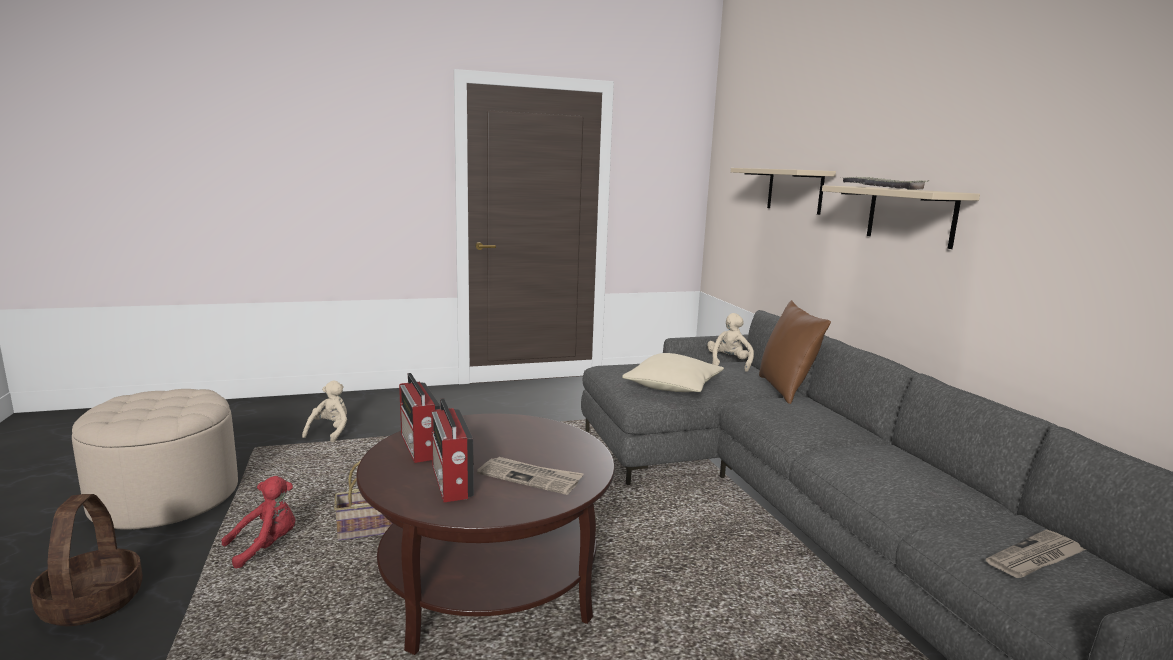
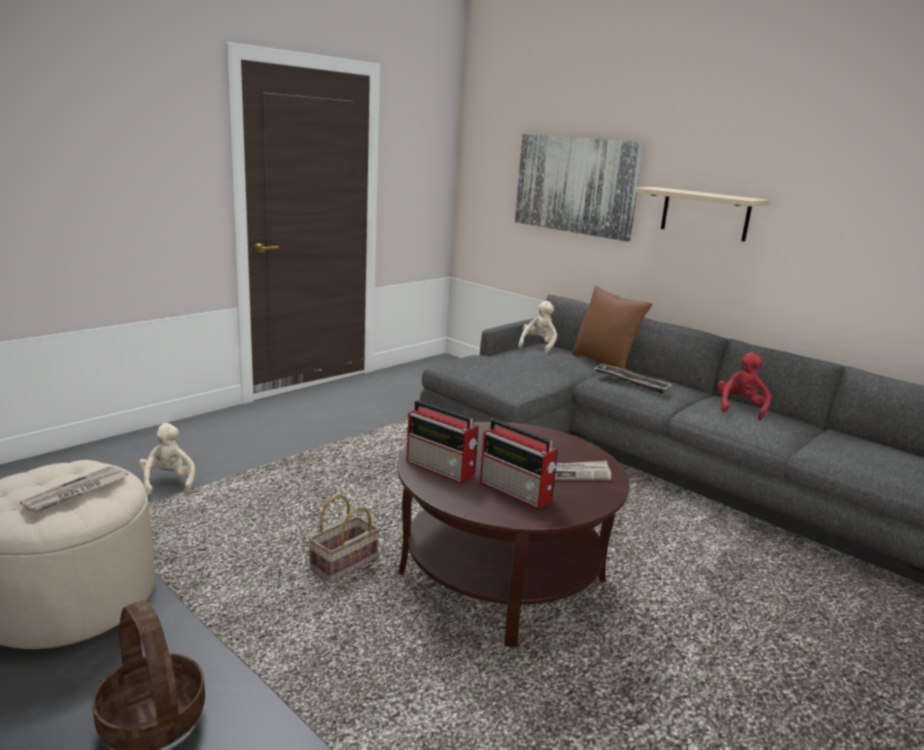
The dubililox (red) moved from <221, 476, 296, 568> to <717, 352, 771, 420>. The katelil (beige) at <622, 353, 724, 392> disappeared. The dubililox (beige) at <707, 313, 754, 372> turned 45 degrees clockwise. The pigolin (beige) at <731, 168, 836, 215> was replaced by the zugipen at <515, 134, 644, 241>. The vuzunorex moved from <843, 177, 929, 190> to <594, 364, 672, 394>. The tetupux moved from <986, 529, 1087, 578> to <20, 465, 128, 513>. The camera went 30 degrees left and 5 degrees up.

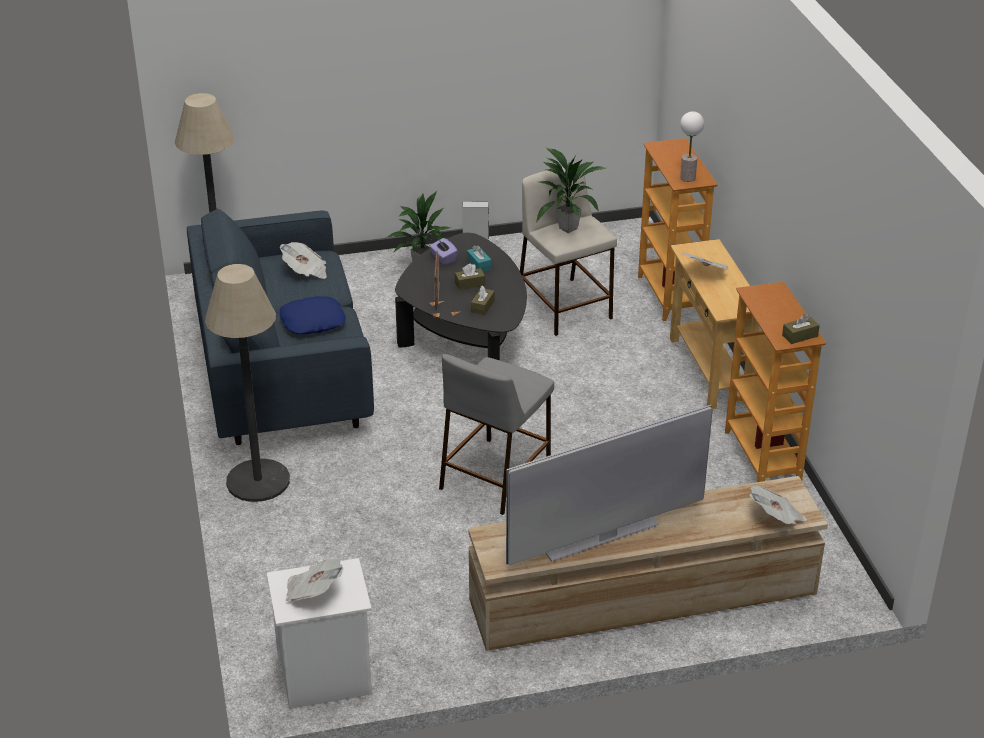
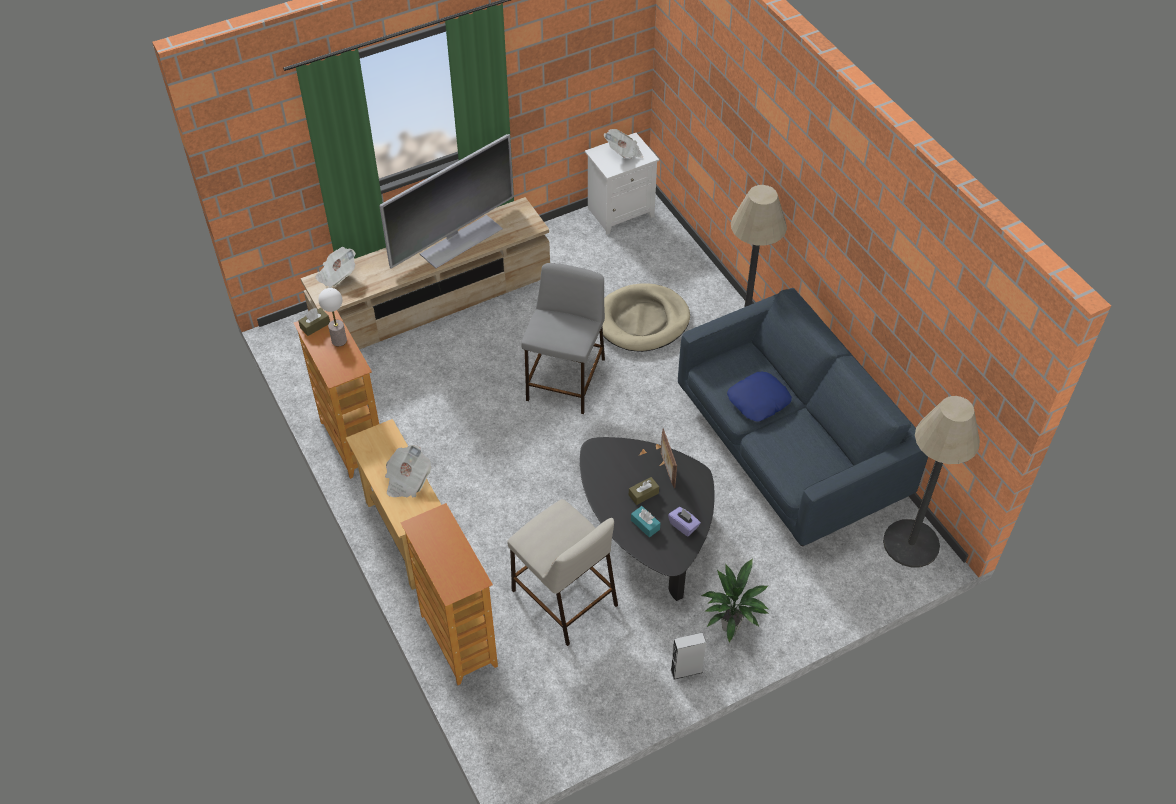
The tetupux at <280, 242, 326, 279> disappeared. The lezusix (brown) at <471, 286, 495, 315> disappeared. The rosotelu at <536, 147, 606, 233> disappeared. The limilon moved from <680, 111, 704, 182> to <319, 288, 347, 346>. The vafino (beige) at <602, 283, 690, 352> appeared. The camera went 165 degrees right and 15 degrees up.

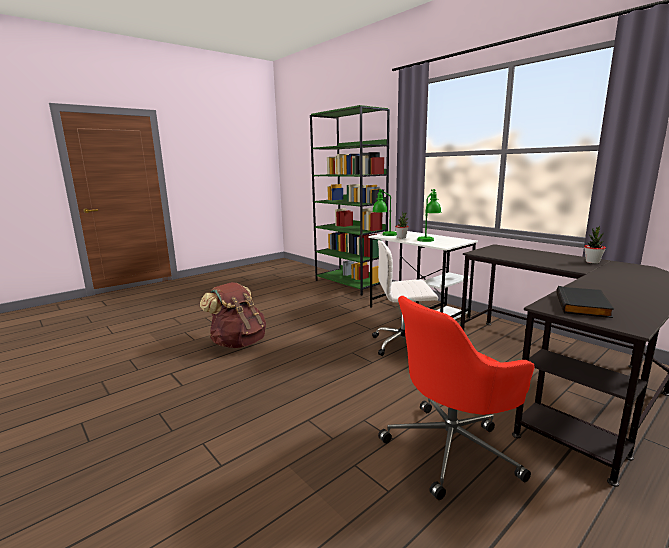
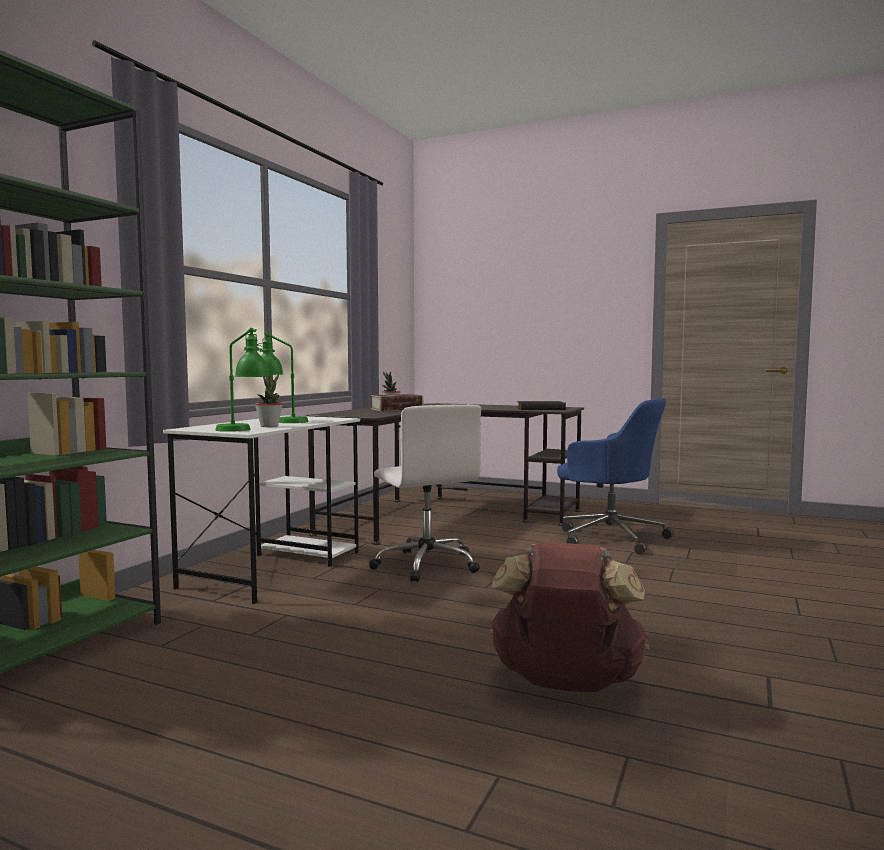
The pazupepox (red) at <378, 296, 534, 500> became the pazupepox (blue) at <557, 398, 673, 555>. The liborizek at <371, 394, 424, 411> appeared. The camera went 115 degrees left and 10 degrees down.

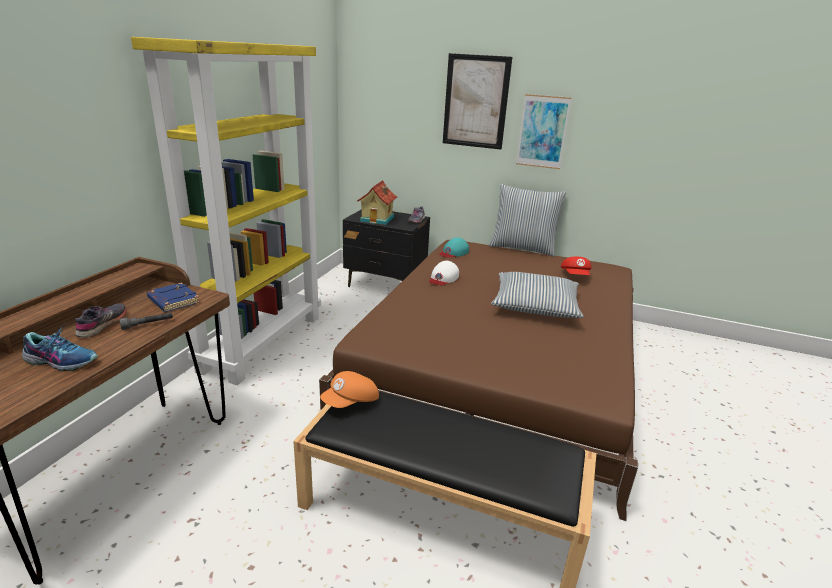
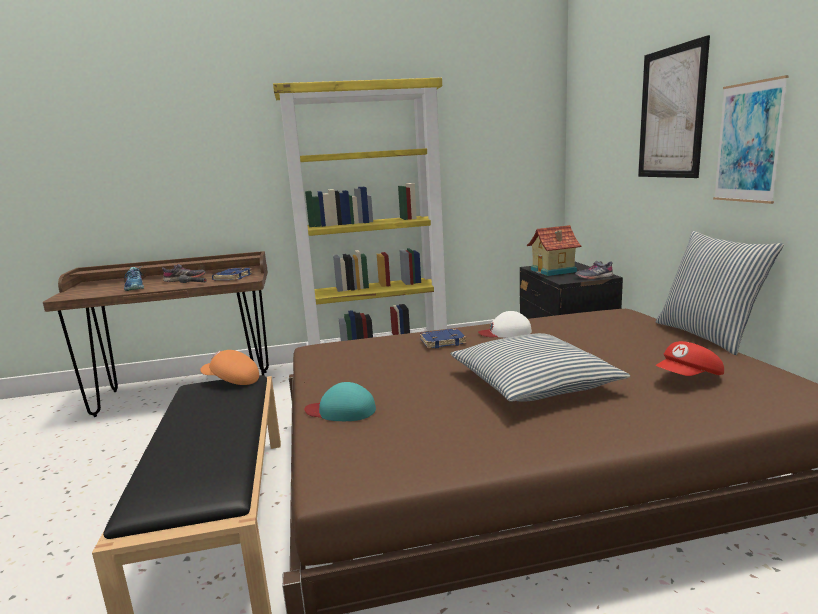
The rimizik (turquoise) moved from <439, 237, 469, 258> to <305, 382, 376, 421>. The liborizek (blue) at <420, 328, 467, 349> appeared. The camera went 60 degrees right and 10 degrees down.

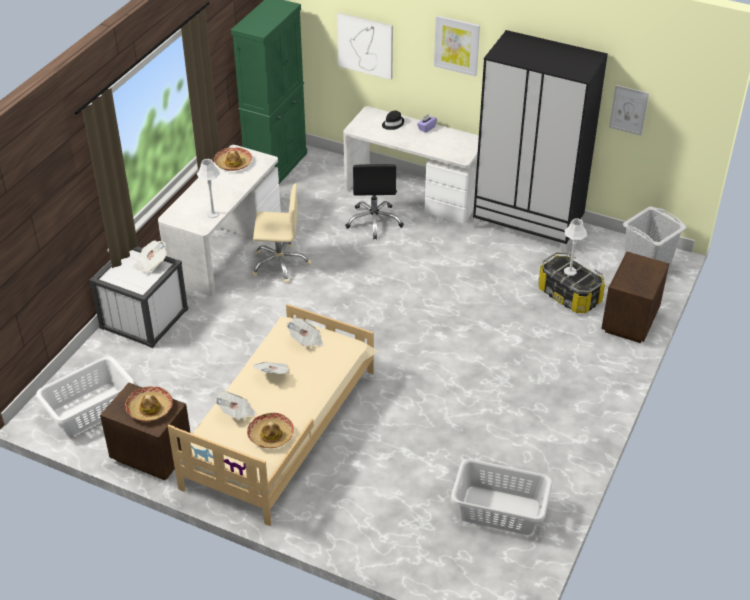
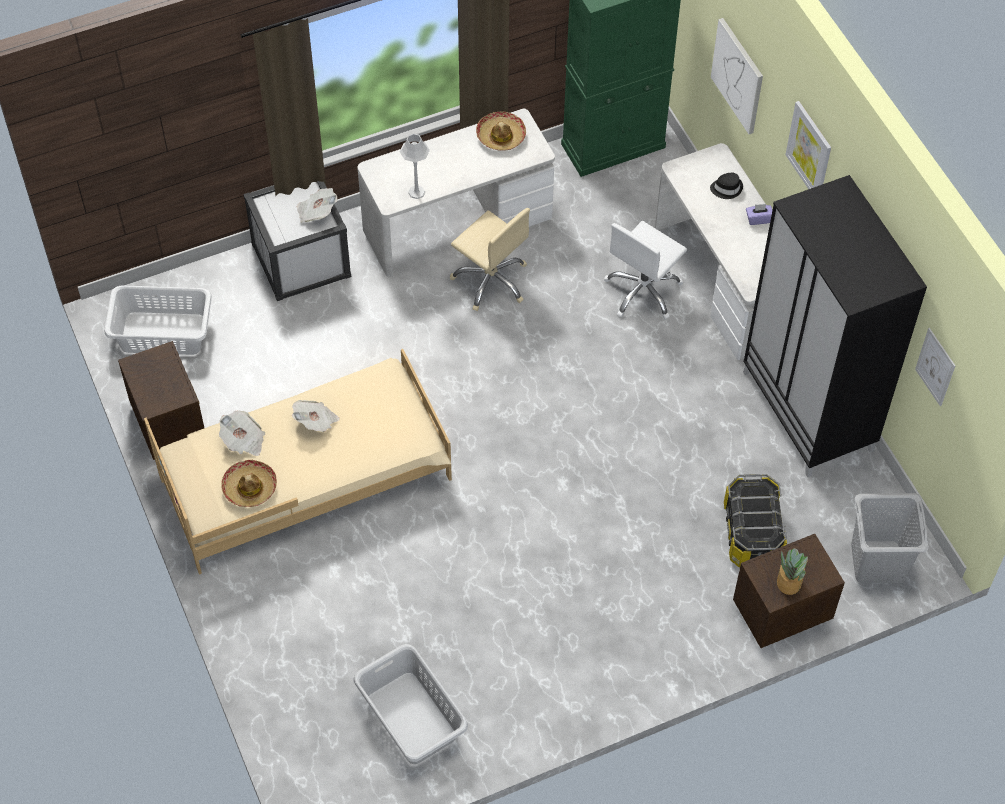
The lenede at <125, 386, 173, 421> disappeared. The tetupux at <287, 318, 323, 347> disappeared. The pazupepox (black) at <345, 164, 404, 240> became the pazupepox (white) at <604, 221, 687, 319>. The limilon (grey) at <564, 219, 587, 276> disappeared. The rosotelu at <777, 548, 808, 595> appeared. The camera went 40 degrees right and 15 degrees up.

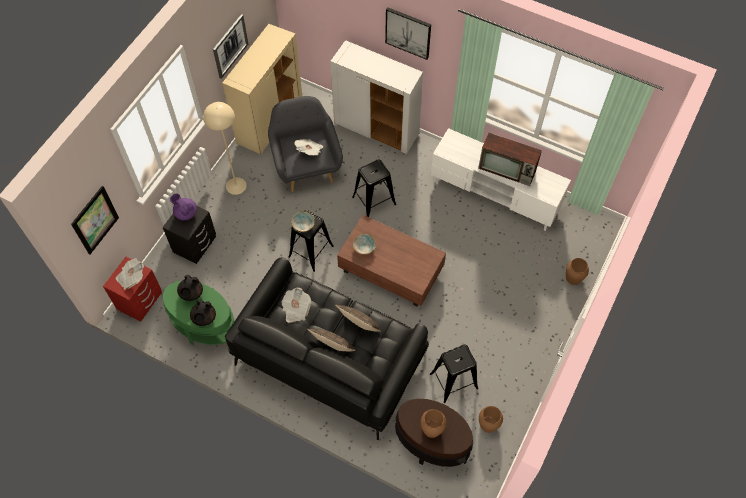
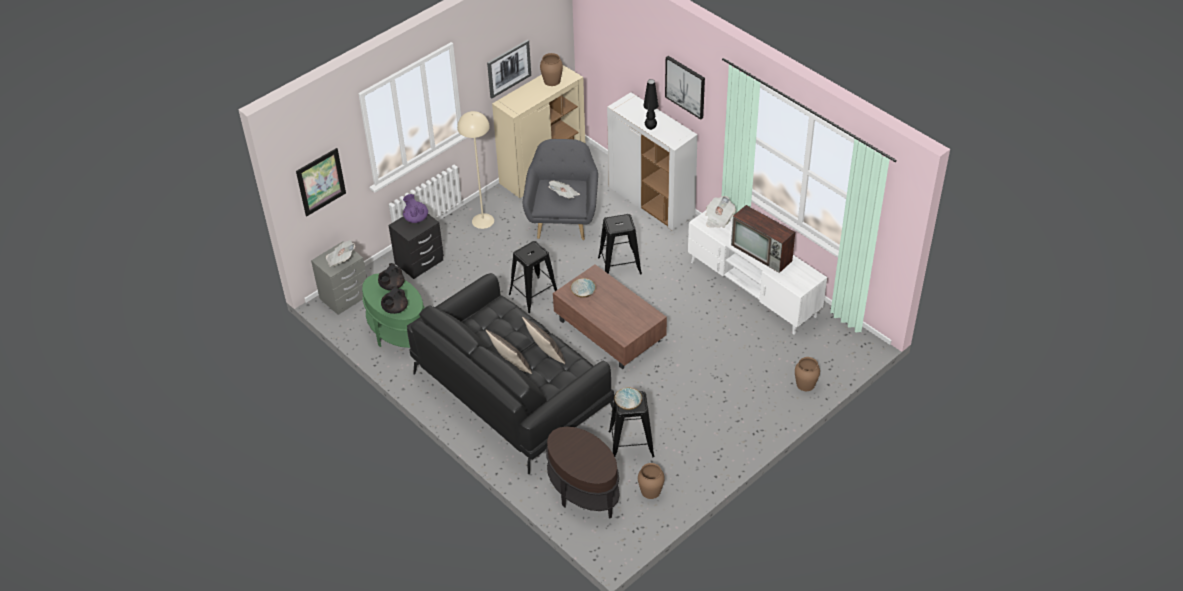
The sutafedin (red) at <103, 257, 162, 322> became the sutafedin (grey) at <311, 241, 367, 315>. The tetupux moved from <281, 288, 311, 323> to <705, 196, 736, 228>. The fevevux moved from <291, 211, 315, 232> to <614, 388, 642, 410>. The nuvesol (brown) moved from <420, 409, 447, 438> to <540, 53, 563, 86>. The limilon (black) at <643, 79, 659, 130> appeared. The camera went 20 degrees right and 15 degrees down.

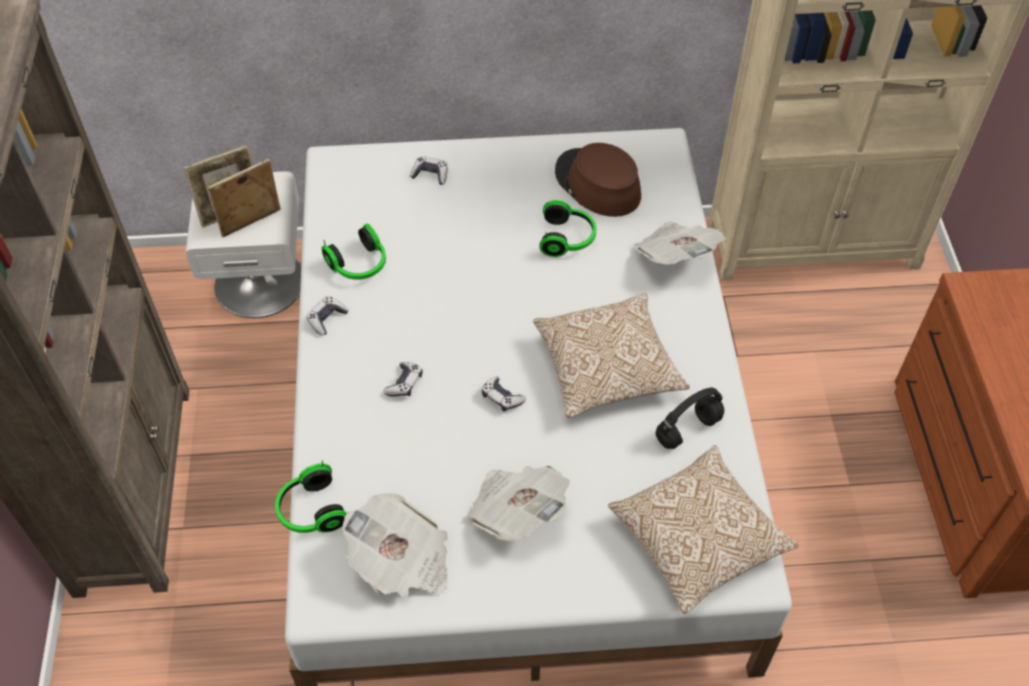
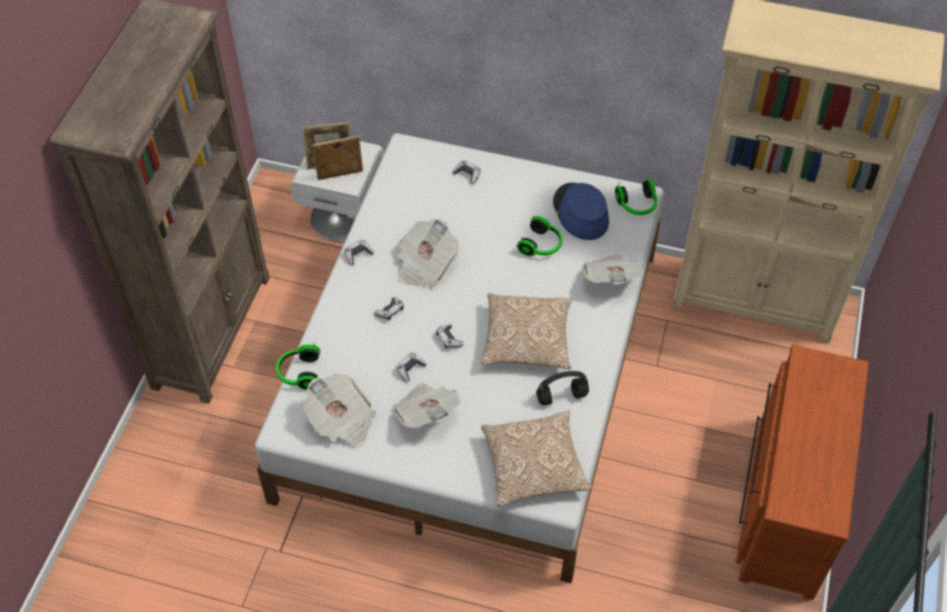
The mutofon moved from <322, 224, 386, 280> to <615, 179, 658, 215>. The lenede (brown) at <555, 143, 641, 217> became the lenede (blue) at <553, 183, 609, 240>. The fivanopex at <396, 352, 427, 382> appeared. The tetupux at <398, 219, 459, 287> appeared. The camera went 20 degrees right and 0 degrees up.

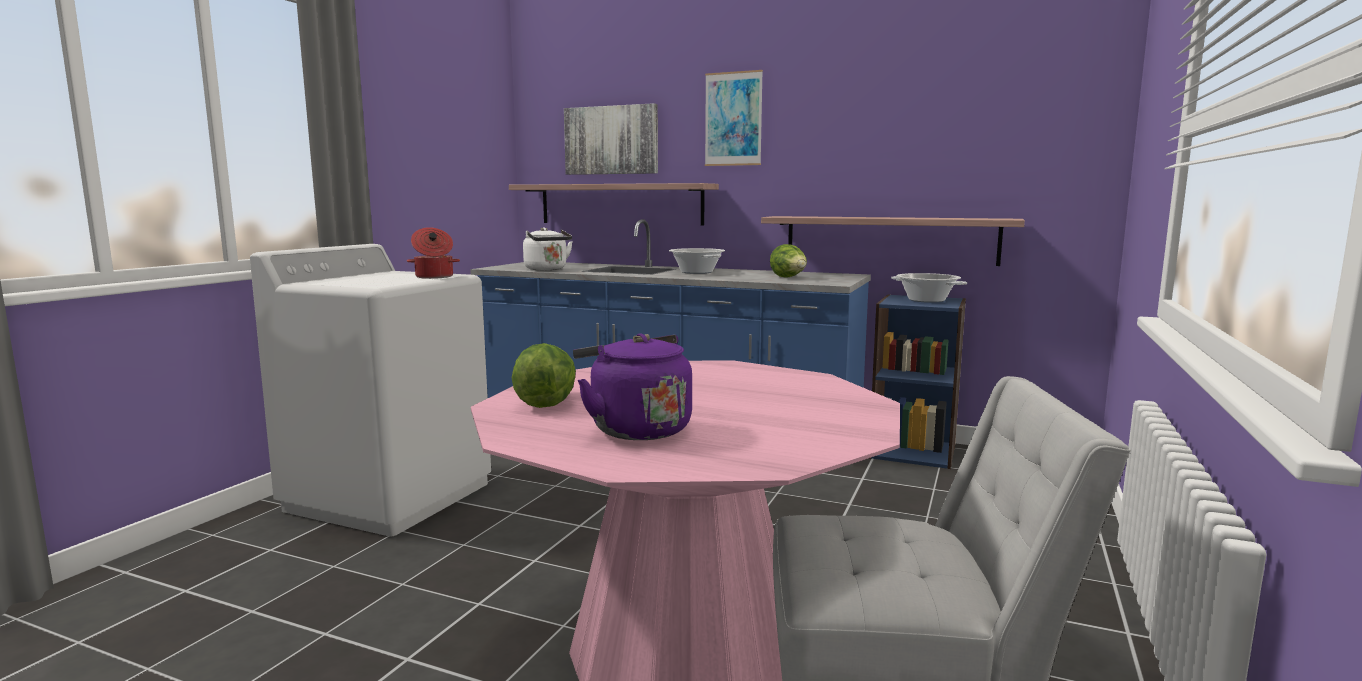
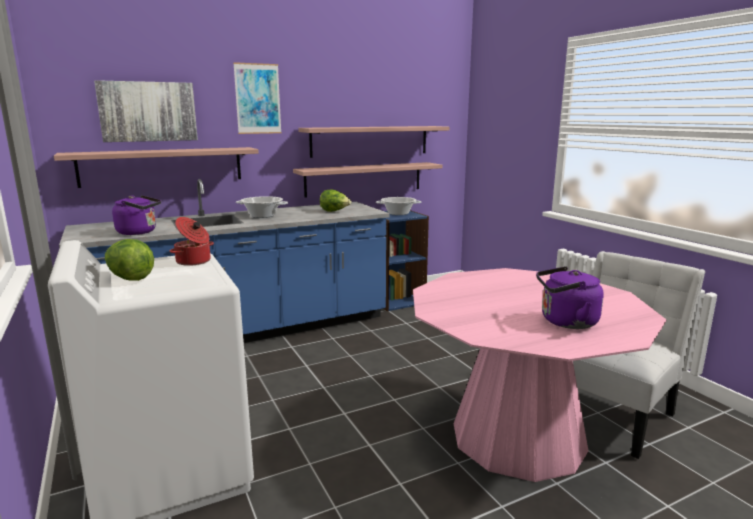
The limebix moved from <512, 343, 576, 408> to <105, 239, 154, 281>. The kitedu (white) at <523, 227, 573, 270> became the kitedu (purple) at <112, 195, 161, 235>. The pigolin at <298, 126, 450, 158> appeared. The camera went 50 degrees left and 5 degrees up.

